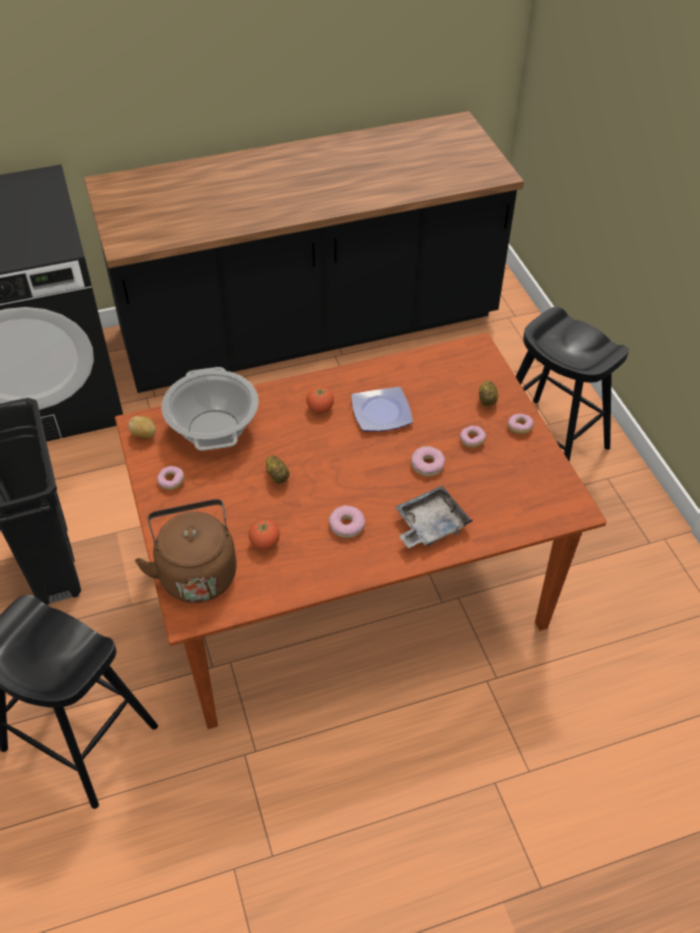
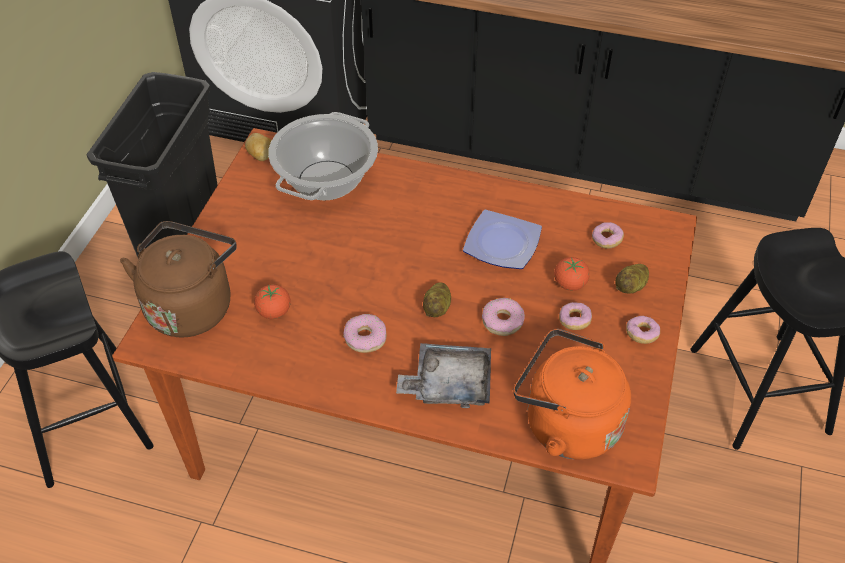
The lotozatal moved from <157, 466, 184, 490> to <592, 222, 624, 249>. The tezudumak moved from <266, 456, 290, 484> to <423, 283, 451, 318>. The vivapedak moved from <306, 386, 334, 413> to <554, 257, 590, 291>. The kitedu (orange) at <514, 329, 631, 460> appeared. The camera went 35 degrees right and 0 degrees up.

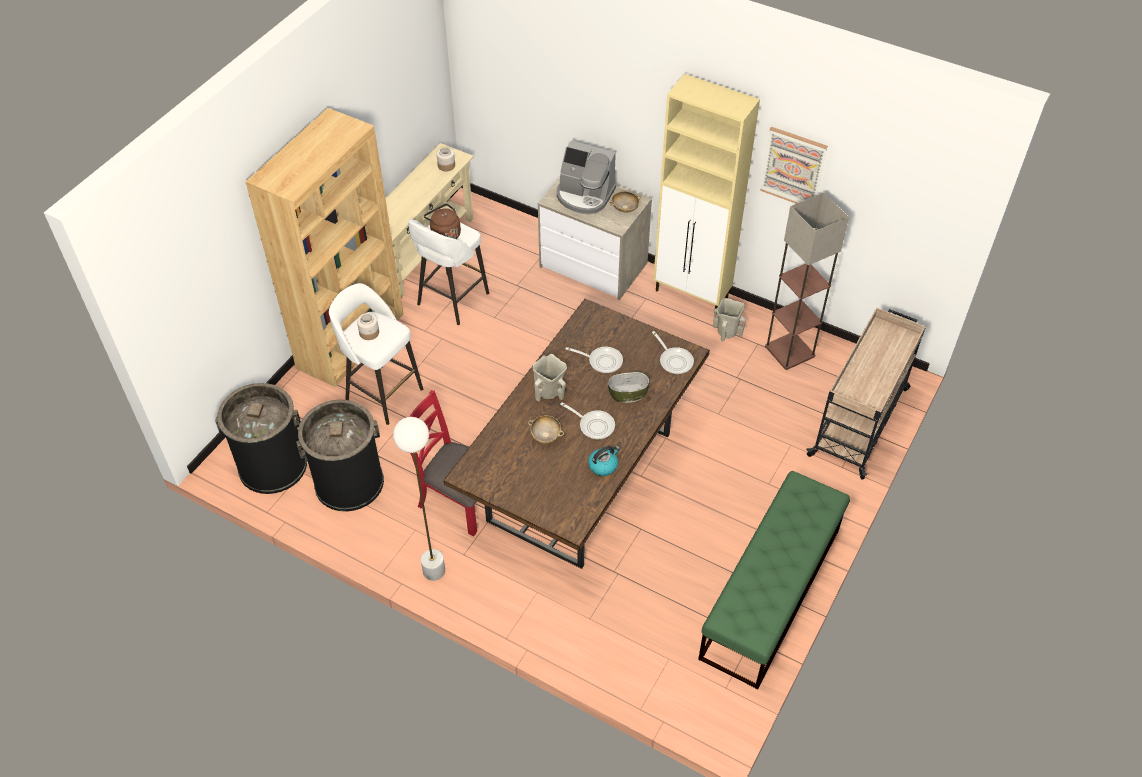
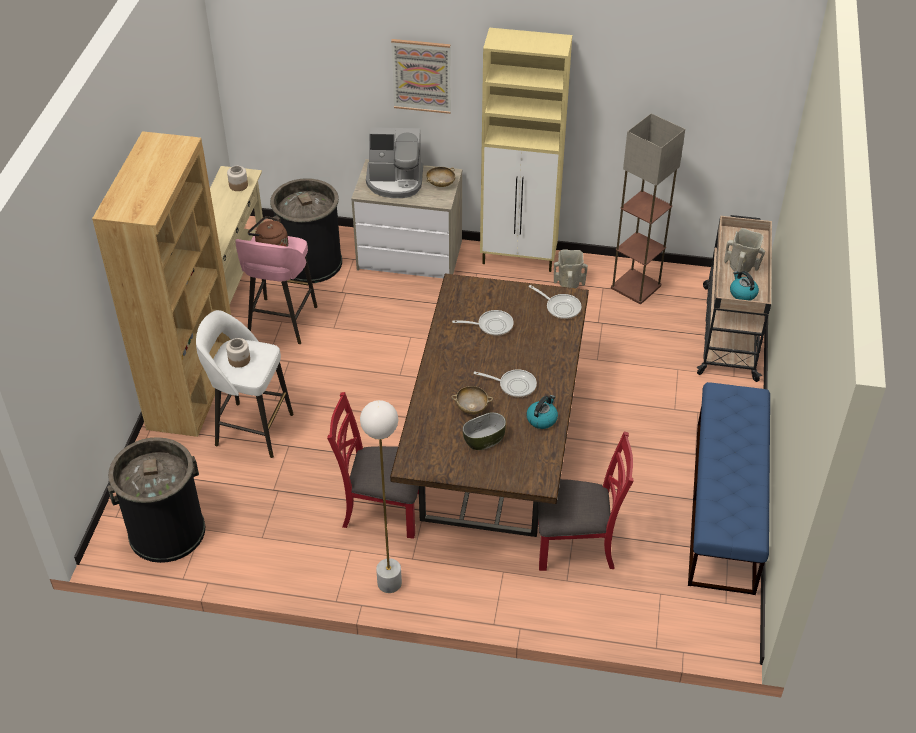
The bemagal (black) moved from <296, 400, 384, 512> to <270, 178, 342, 283>. The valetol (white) at <408, 219, 489, 325> became the valetol (pink) at <235, 236, 317, 344>. The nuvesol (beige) moved from <533, 354, 567, 402> to <724, 228, 765, 272>. The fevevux moved from <608, 372, 649, 403> to <463, 412, 506, 450>. The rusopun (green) at <698, 471, 850, 690> became the rusopun (blue) at <688, 382, 770, 595>. The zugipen moved from <760, 127, 828, 204> to <391, 39, 451, 114>. The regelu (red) at <538, 432, 634, 571> appeared. The kitedu at <730, 271, 759, 301> appeared. The camera went 20 degrees left and 5 degrees down.

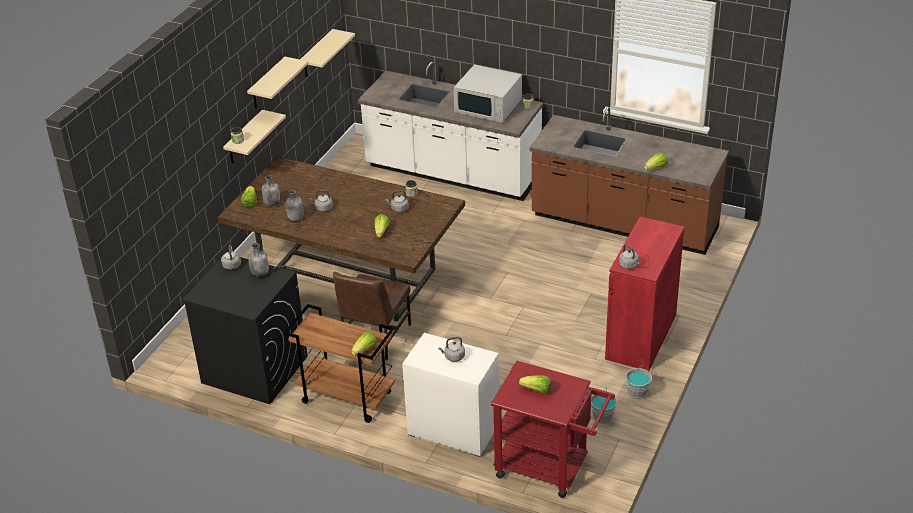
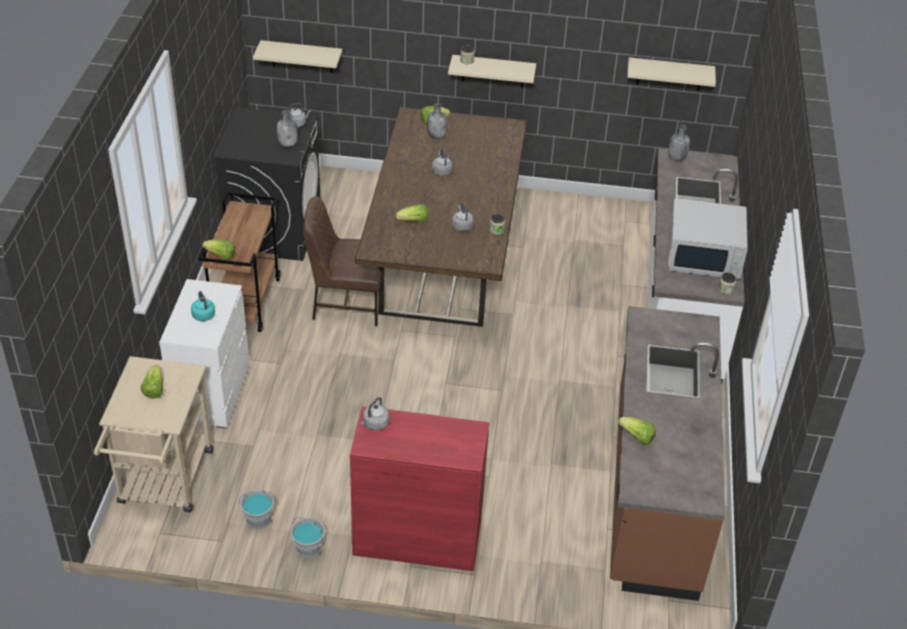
The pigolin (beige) moved from <247, 57, 308, 109> to <253, 40, 342, 73>. The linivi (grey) moved from <285, 189, 304, 221> to <668, 125, 690, 161>. The kitedu (grey) at <438, 337, 465, 362> became the kitedu (turquoise) at <191, 291, 215, 321>. The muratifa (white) at <453, 64, 522, 123> turned 90 degrees counterclockwise. The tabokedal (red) at <491, 361, 615, 498> became the tabokedal (beige) at <94, 356, 214, 512>. The camera went 70 degrees right and 5 degrees up.

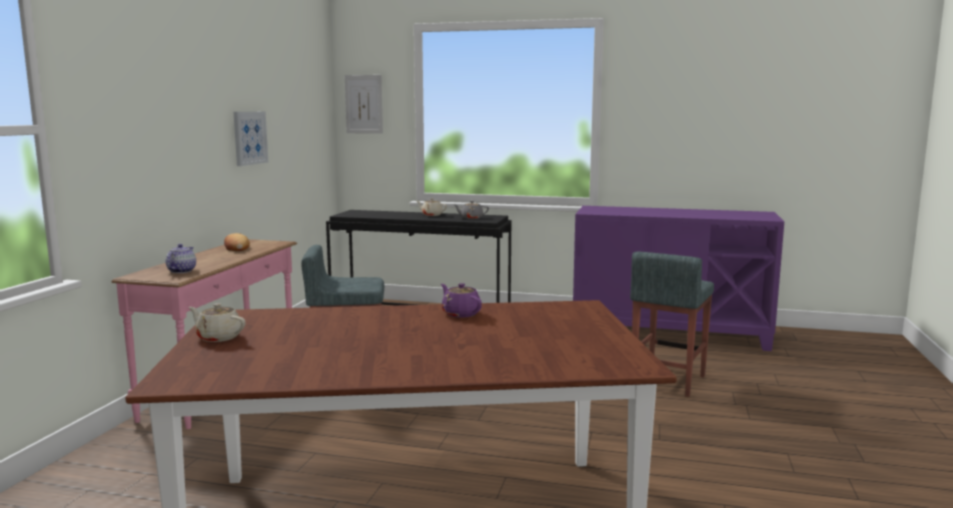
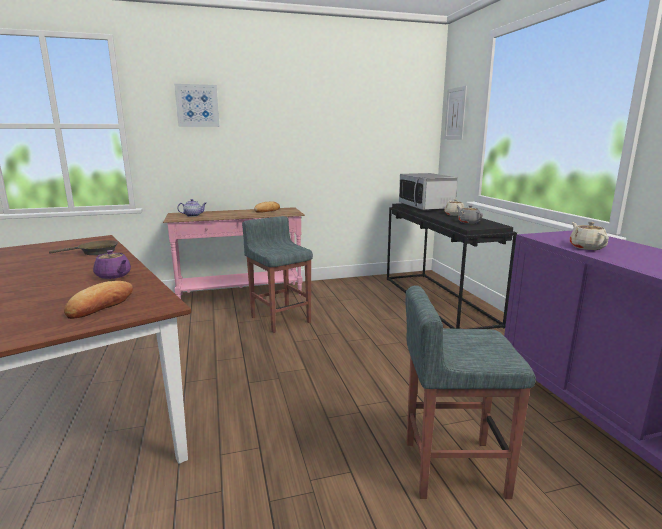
The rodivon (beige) moved from <189, 303, 246, 342> to <570, 222, 609, 250>. The zugipen moved from <233, 112, 268, 166> to <174, 84, 220, 127>. The rodivon (purple) at <441, 283, 482, 318> turned 105 degrees clockwise. The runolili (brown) at <49, 240, 118, 255> appeared. The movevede at <64, 281, 133, 319> appeared. The muratifa at <399, 173, 458, 211> appeared. The camera went 60 degrees right and 5 degrees up.

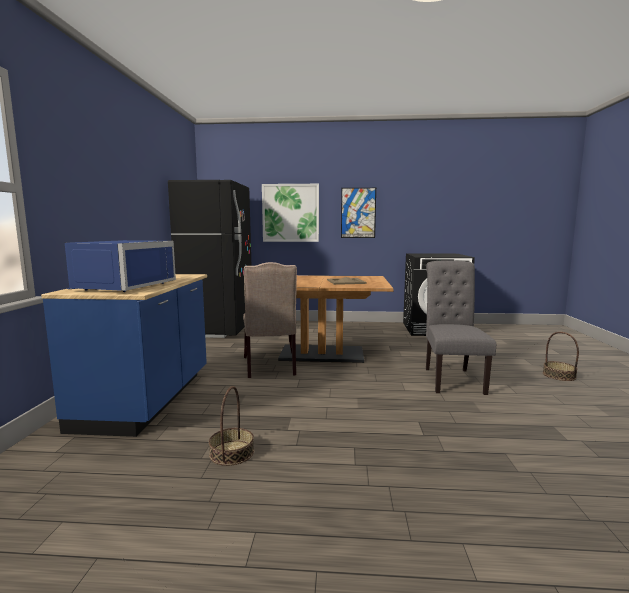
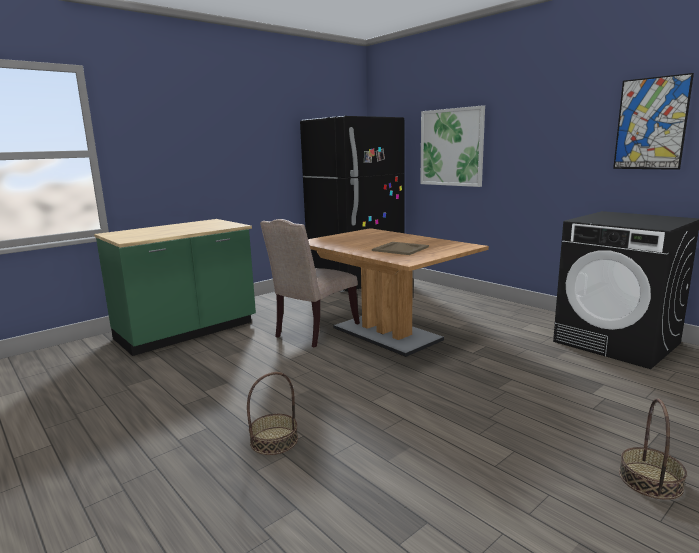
The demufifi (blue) at <41, 274, 207, 437> became the demufifi (green) at <94, 219, 256, 356>. The muratifa (blue) at <65, 240, 176, 292> disappeared. The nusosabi moved from <209, 386, 254, 466> to <247, 372, 298, 455>. The zugipen moved from <341, 188, 376, 238> to <613, 73, 694, 170>. The regelu (grey) at <426, 260, 496, 395> disappeared. The camera went 45 degrees right and 5 degrees up.

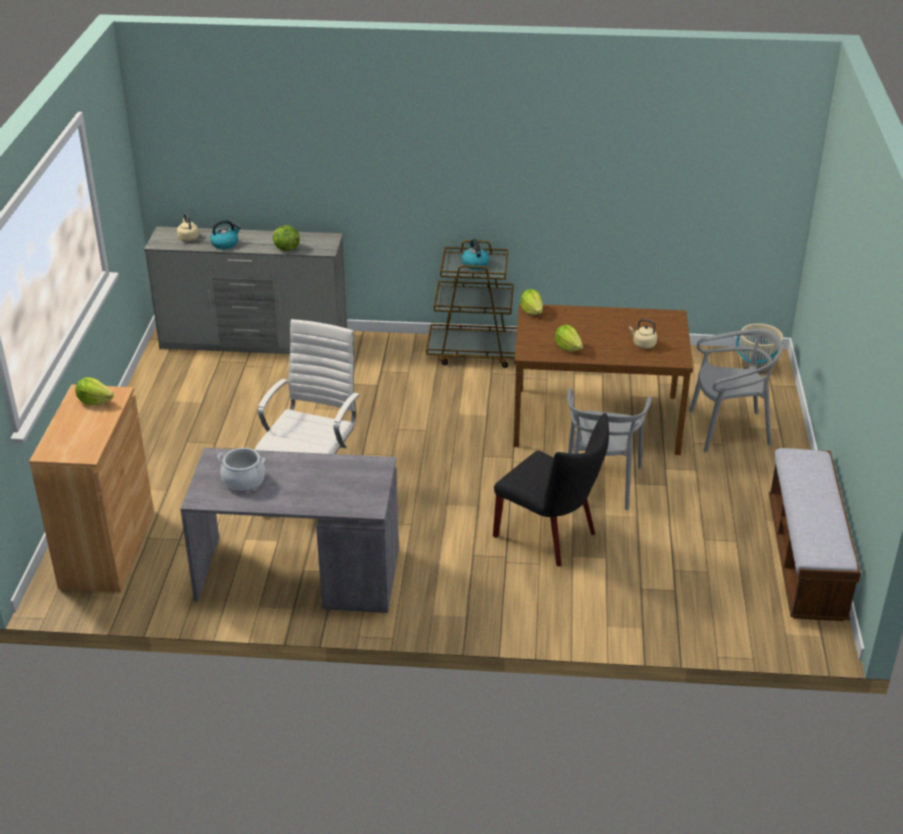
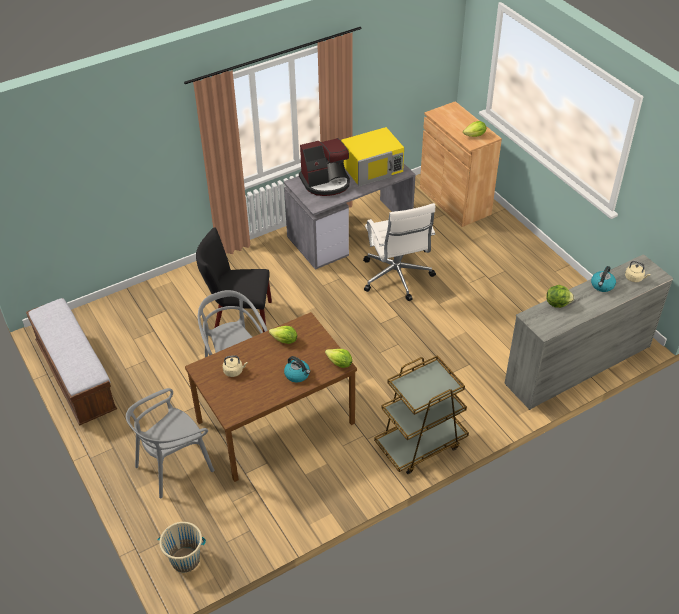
The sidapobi at <217, 448, 265, 491> was replaced by the muratifa (yellow) at <341, 127, 404, 186>. The kitedu moved from <462, 239, 489, 269> to <284, 356, 310, 382>. The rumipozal at <299, 138, 350, 196> appeared. The camera went 145 degrees right and 10 degrees up.

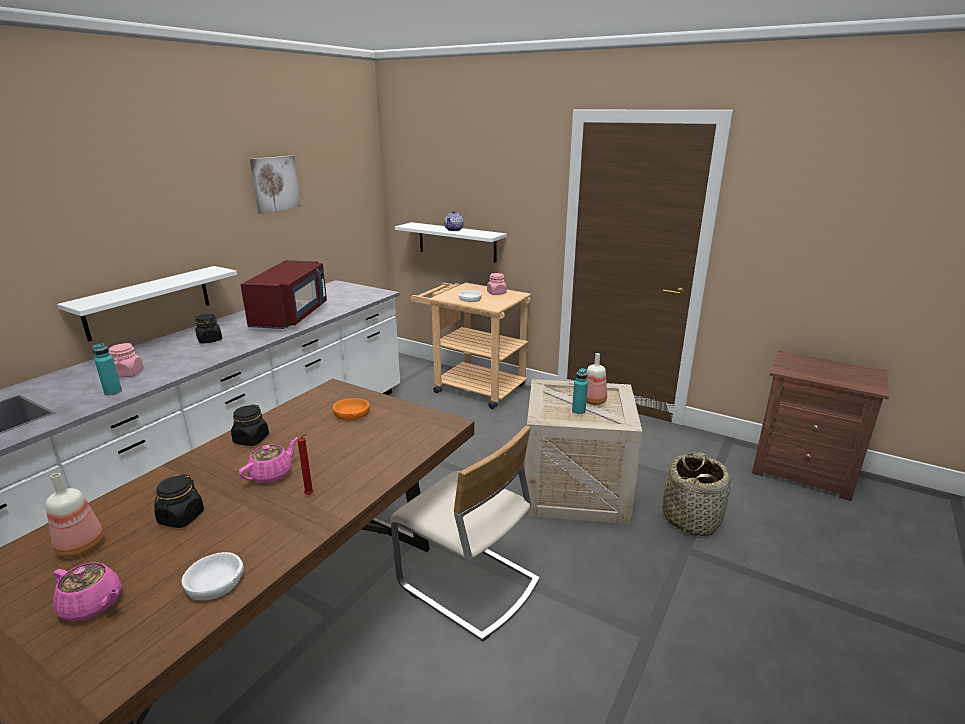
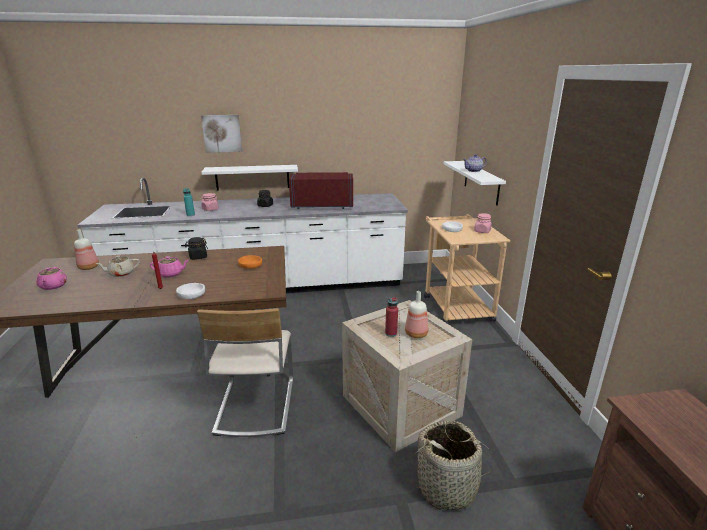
The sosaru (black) at <154, 474, 204, 528> was replaced by the rodivon (beige) at <95, 256, 140, 277>. The fevevux (white) moved from <182, 552, 244, 600> to <176, 283, 205, 299>. The muratifa (red) at <240, 260, 327, 329> turned 150 degrees counterclockwise. The zugipen moved from <250, 155, 301, 214> to <201, 115, 242, 153>. The linivi (turquoise) at <572, 368, 588, 414> became the linivi (red) at <385, 297, 398, 337>. The camera went 50 degrees right and 0 degrees up.

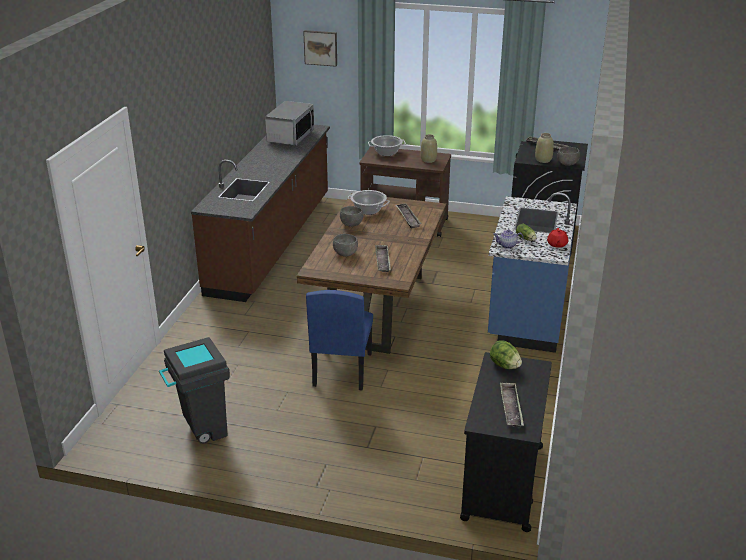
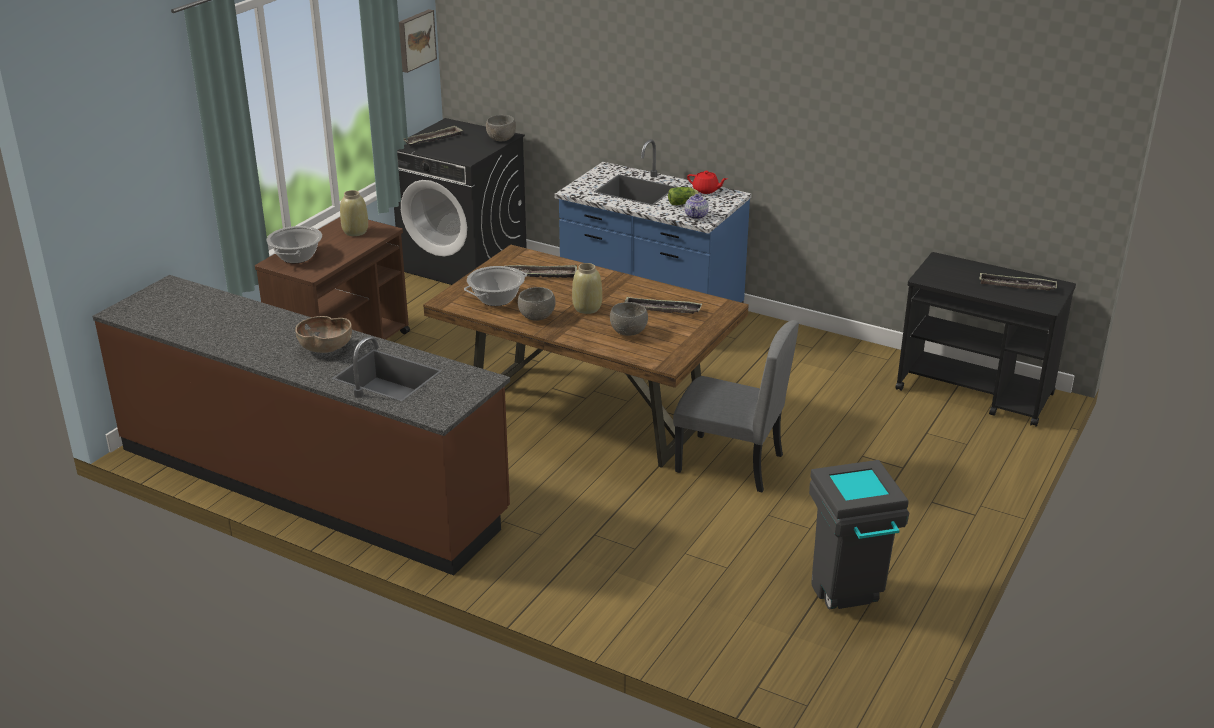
The muratifa at <265, 101, 314, 145> disappeared. The zugipen moved from <303, 30, 337, 67> to <399, 9, 437, 73>. The regelu (blue) at <306, 290, 373, 390> became the regelu (grey) at <673, 320, 799, 492>. The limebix at <490, 340, 522, 369> disappeared. The nuvesol (beige) moved from <535, 133, 554, 163> to <572, 263, 602, 314>. The fevevux (brown) at <295, 316, 352, 353> appeared. The camera went 75 degrees left and 0 degrees up.

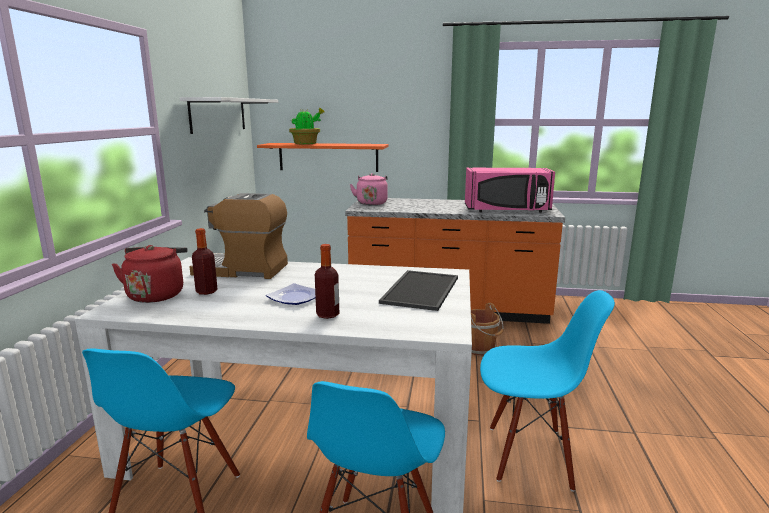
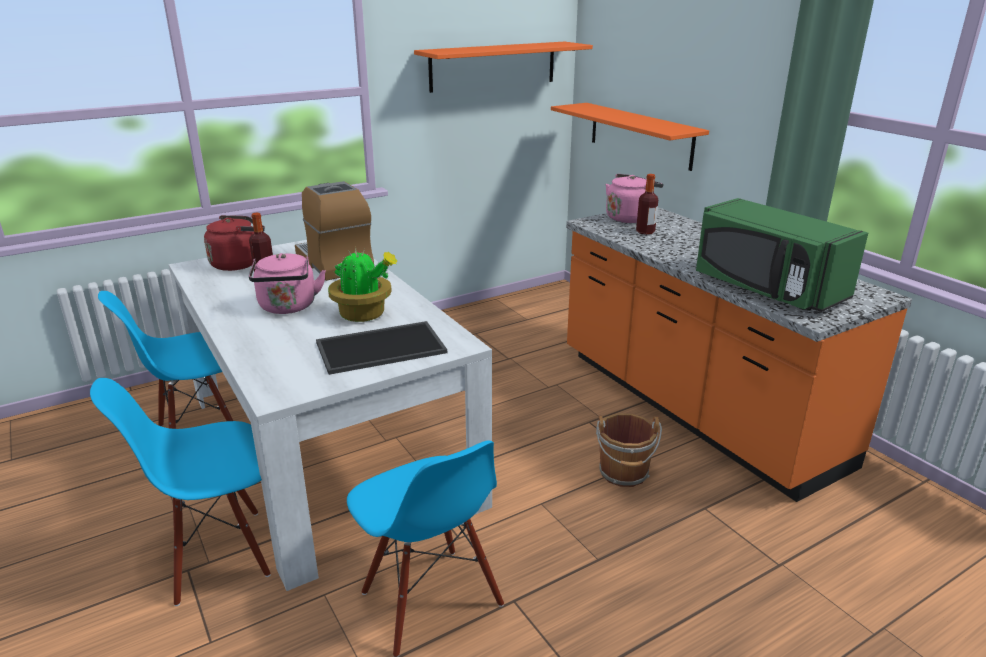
The pigolin (white) at <180, 97, 278, 134> became the pigolin (orange) at <414, 42, 593, 93>. The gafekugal at <266, 283, 316, 305> was replaced by the kitedu (pink) at <249, 253, 326, 314>. The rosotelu moved from <289, 108, 325, 145> to <328, 249, 397, 322>. The linivi moved from <315, 244, 339, 319> to <636, 174, 658, 235>. The muratifa (pink) at <465, 168, 555, 213> became the muratifa (green) at <696, 198, 868, 312>. The camera went 50 degrees right and 10 degrees up.

